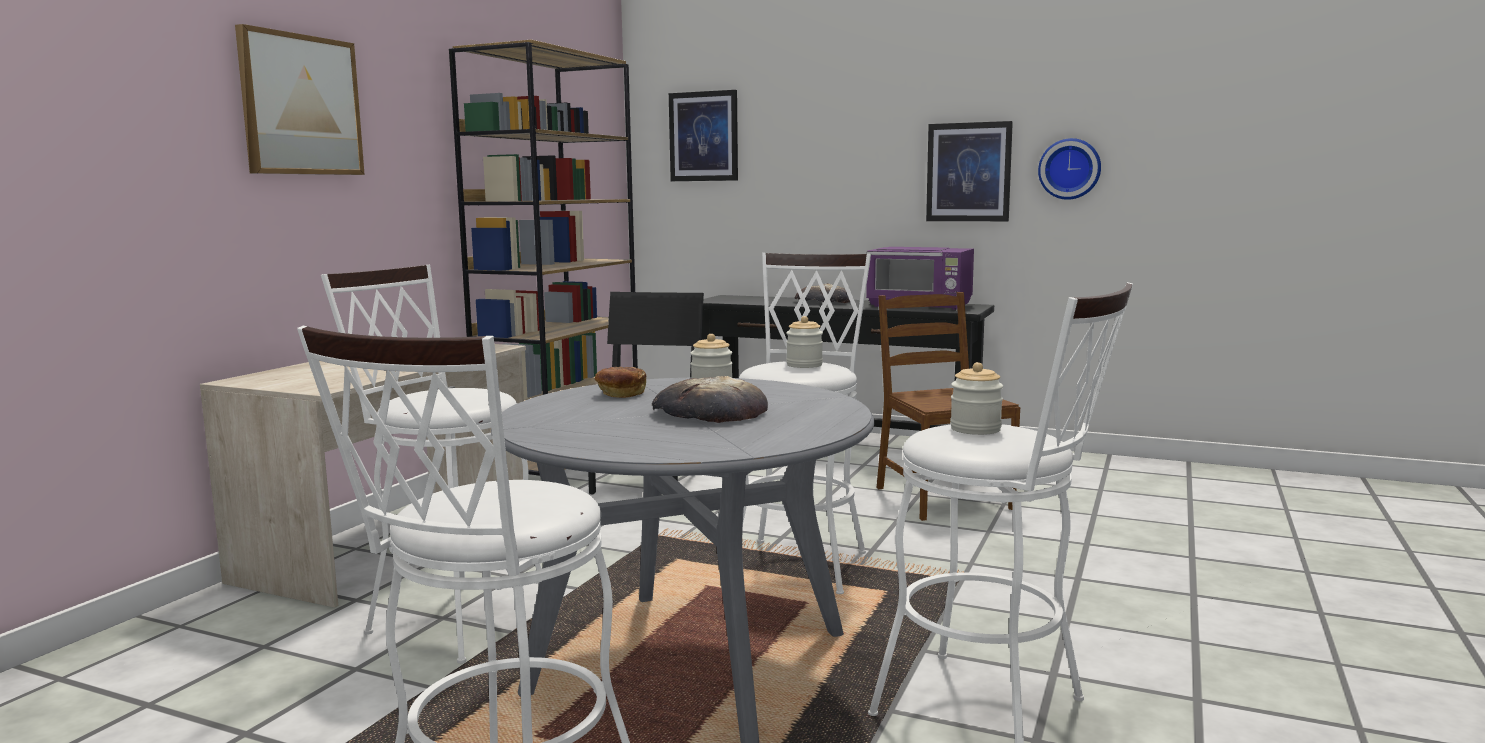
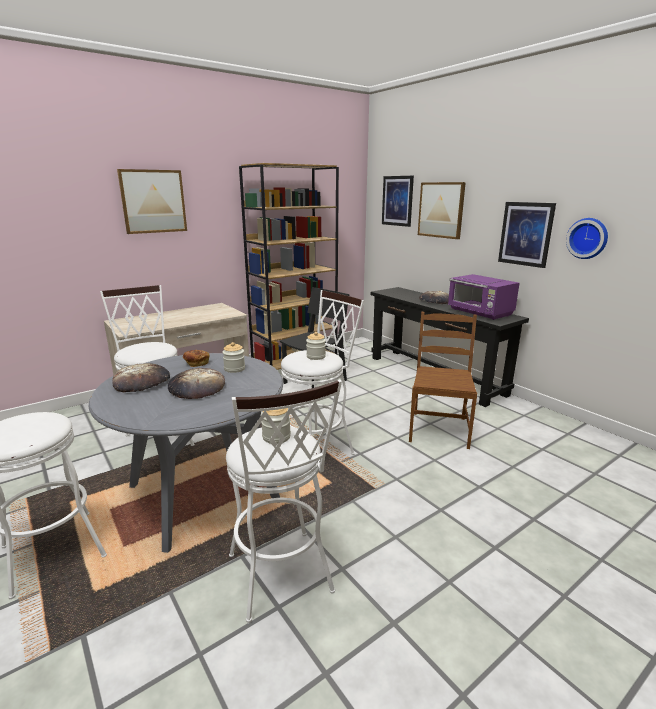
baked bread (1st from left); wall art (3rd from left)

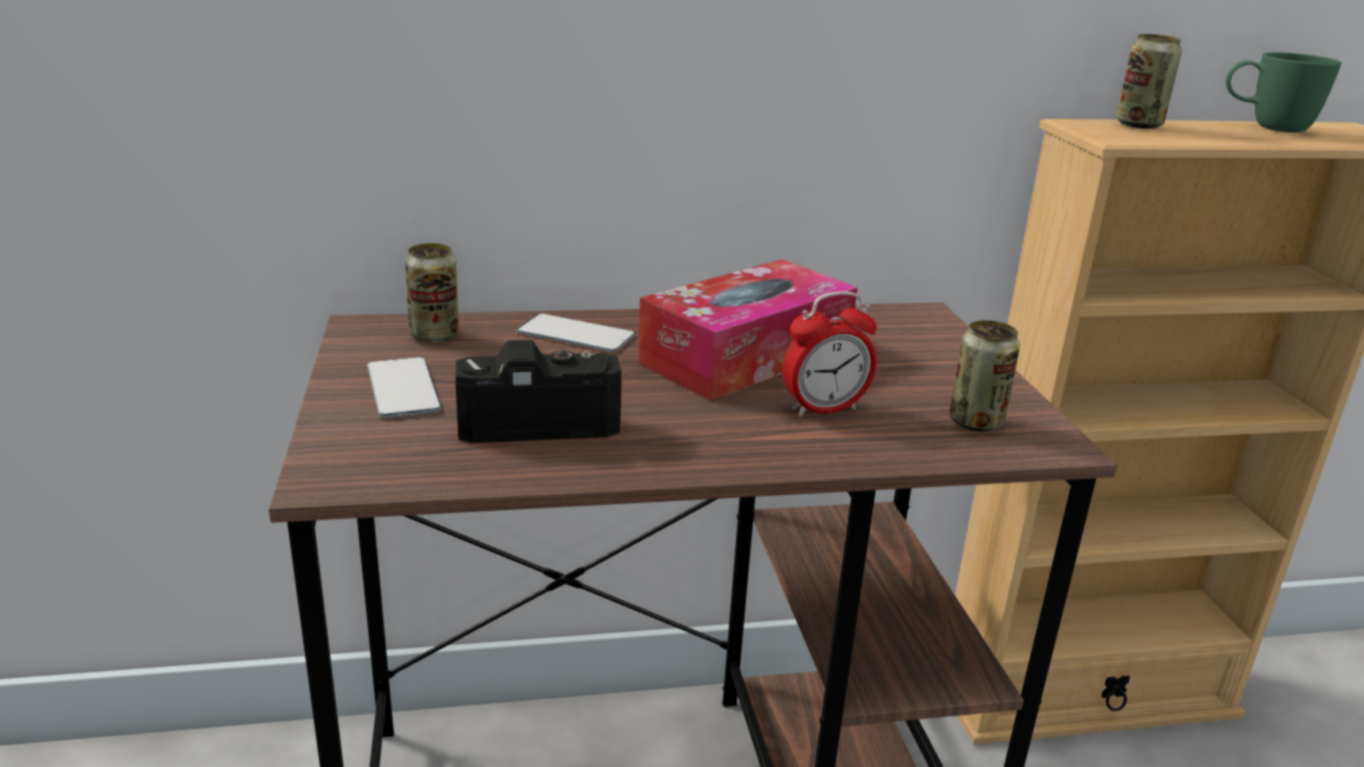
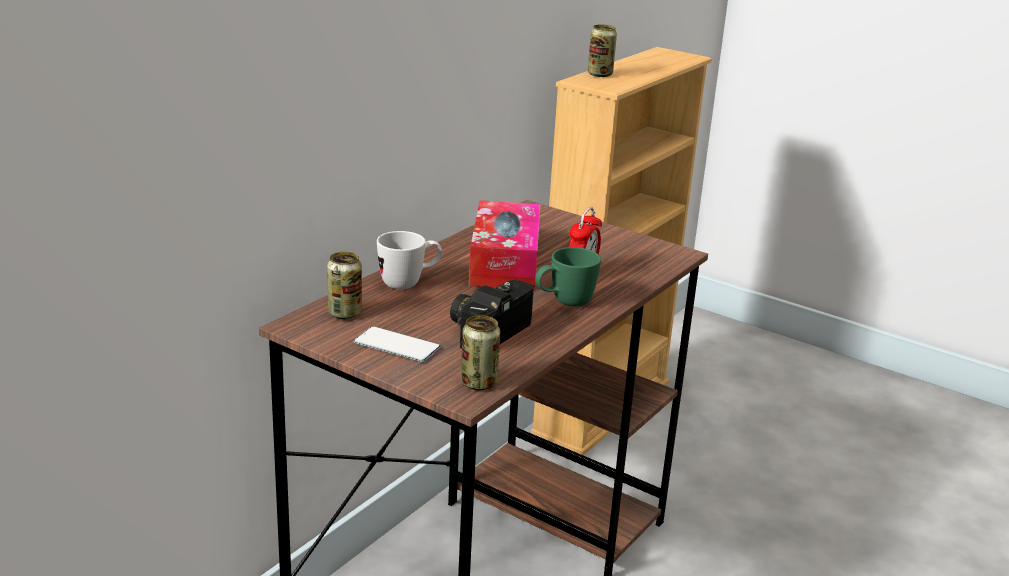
coffee mug (white); metal can (2nd from left); coffee mug (greenish)

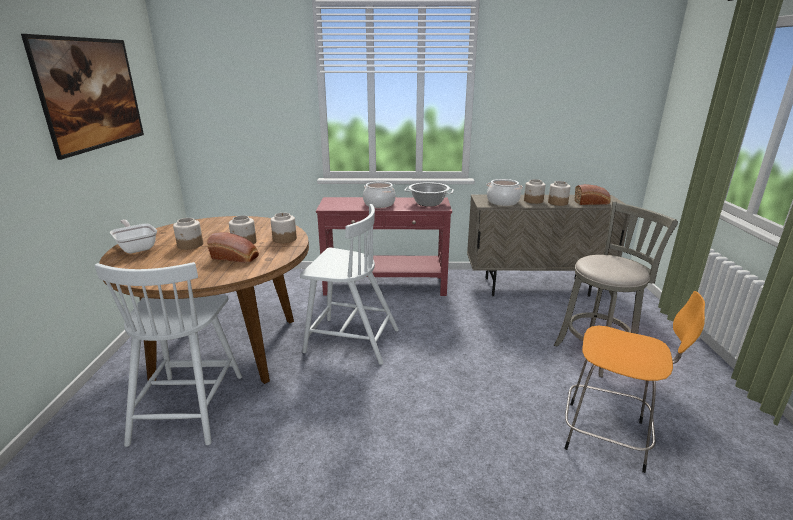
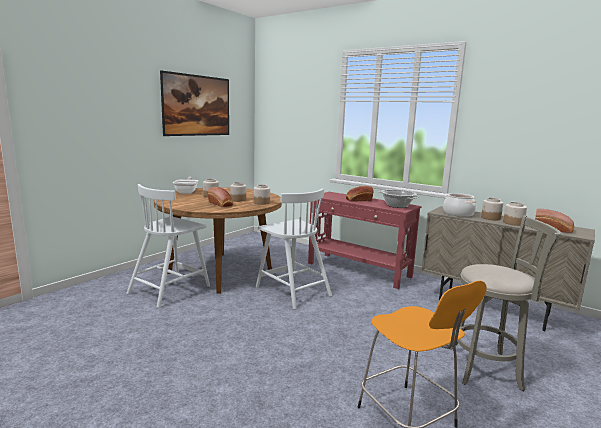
baked bread (2nd from left)

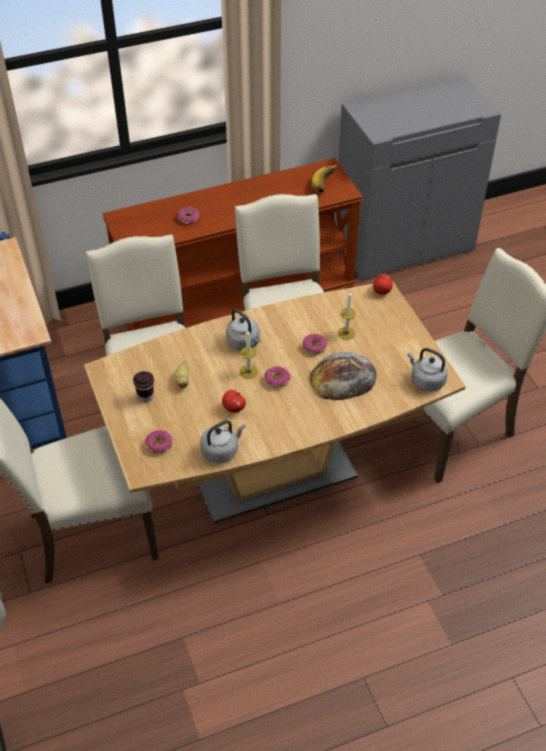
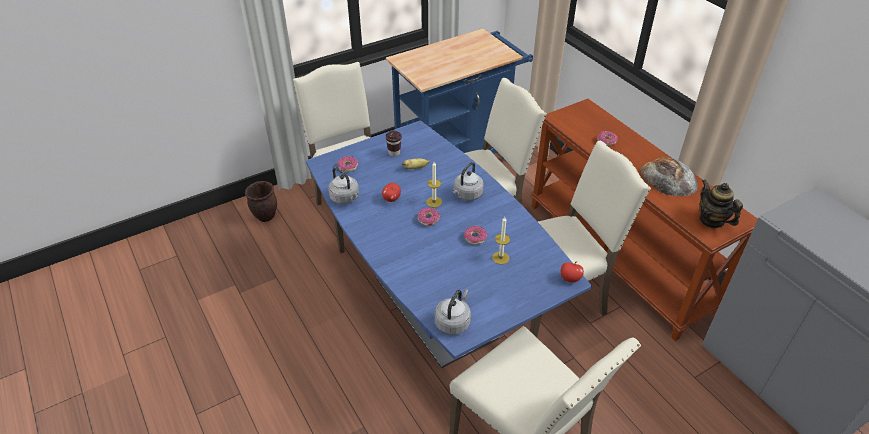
dinner table (blue); baked bread; tea pot; plant pot (brown-coloured)

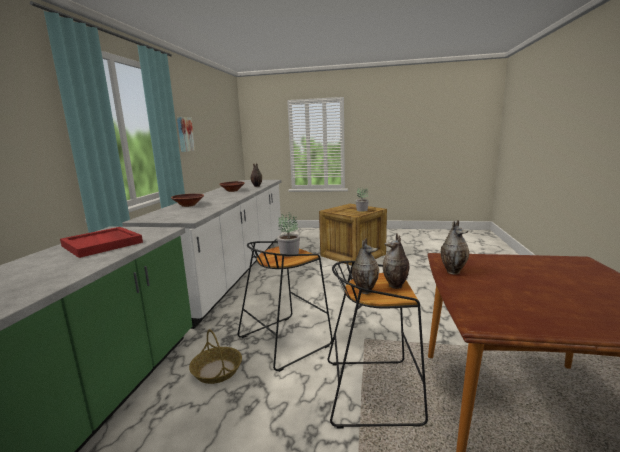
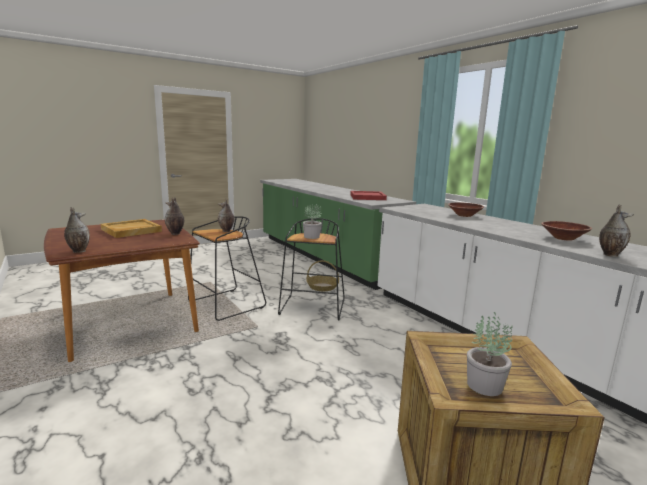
wall art; vase (1st from left); carrying tray (sand-coloured)

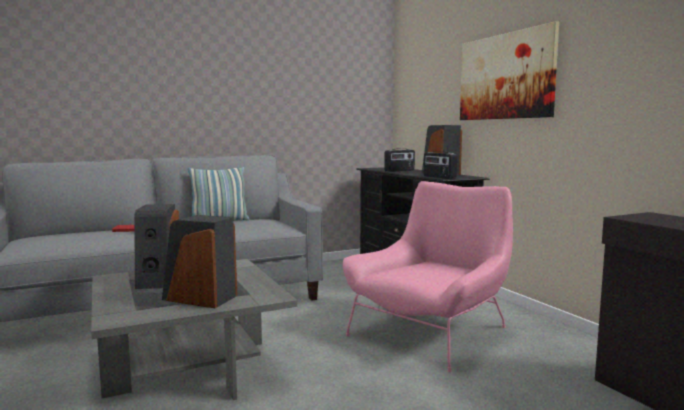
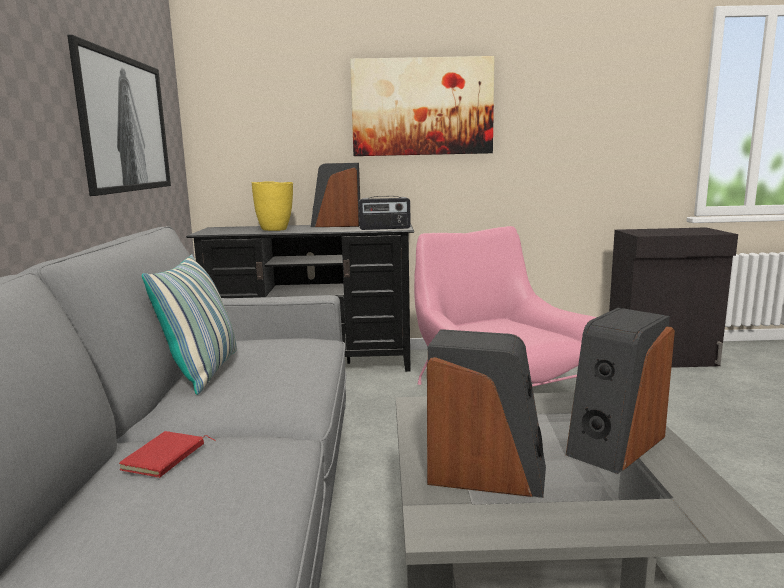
vase (yellow); wall art (1st from left)

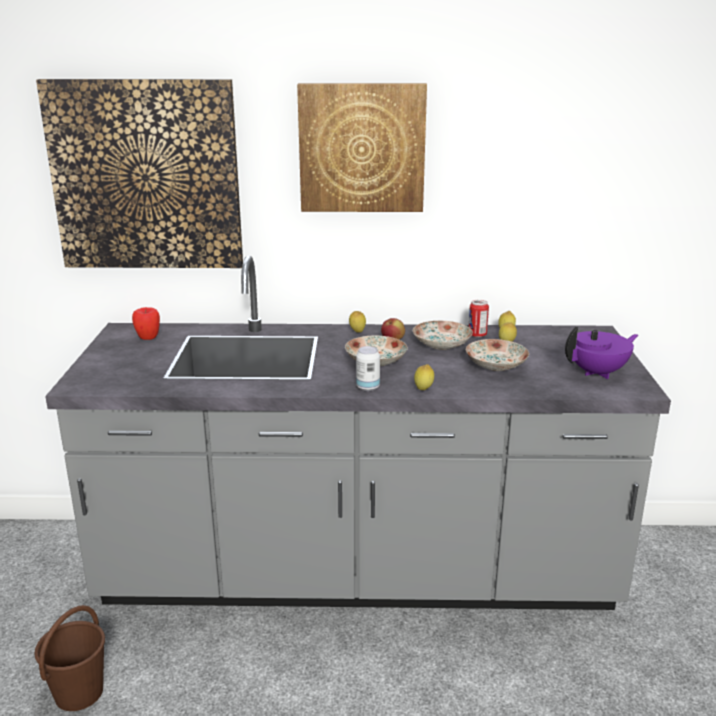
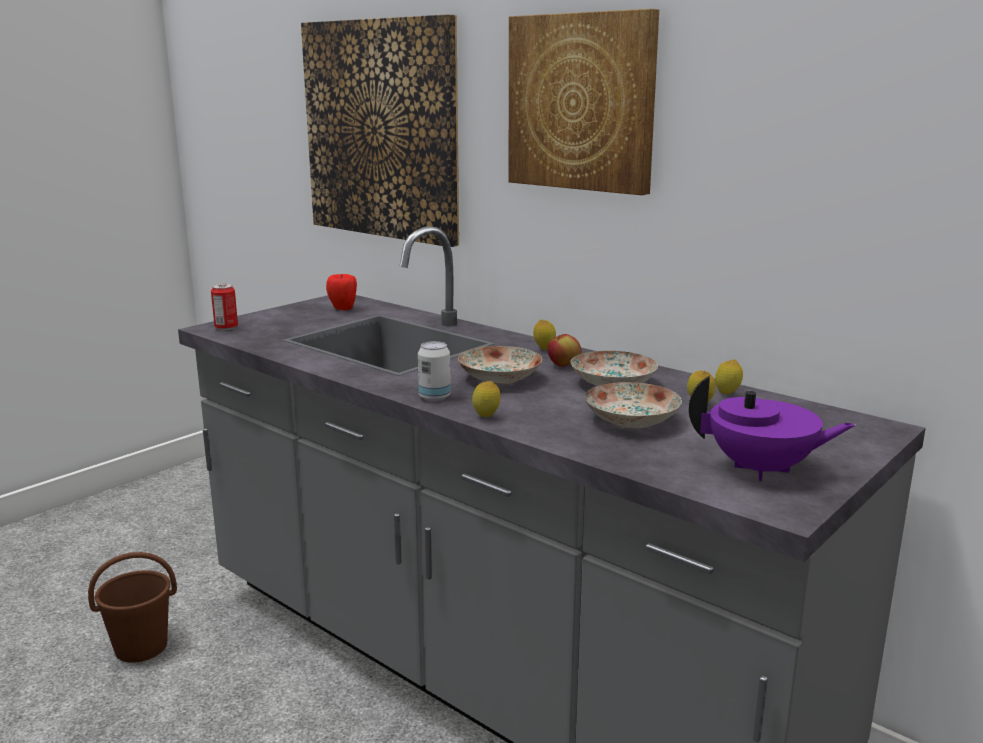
metal can (1st from left)

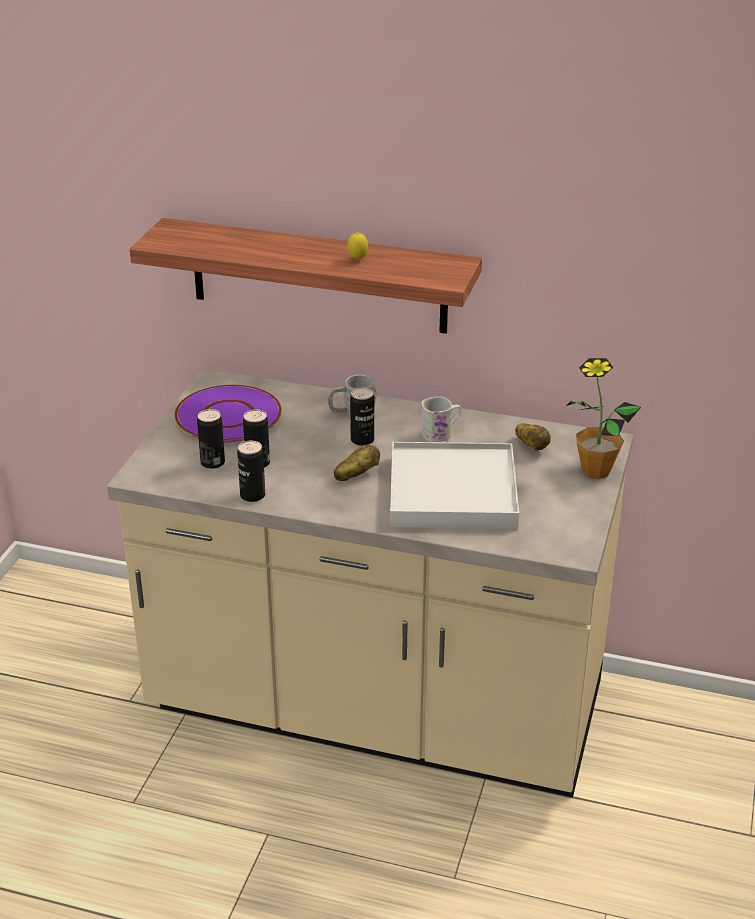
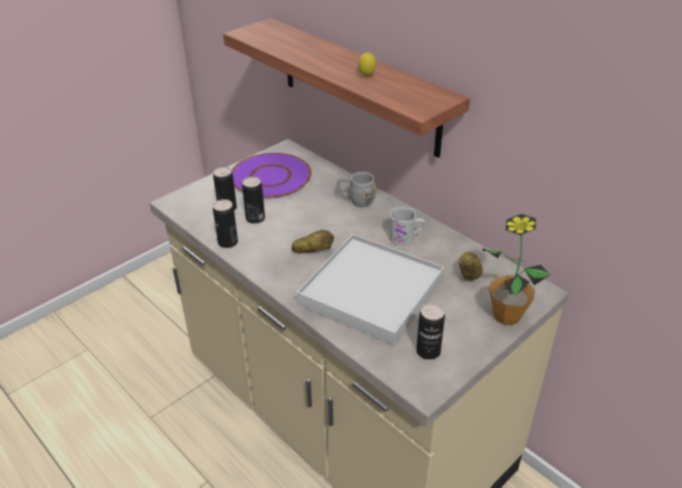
metal can (4th from left)

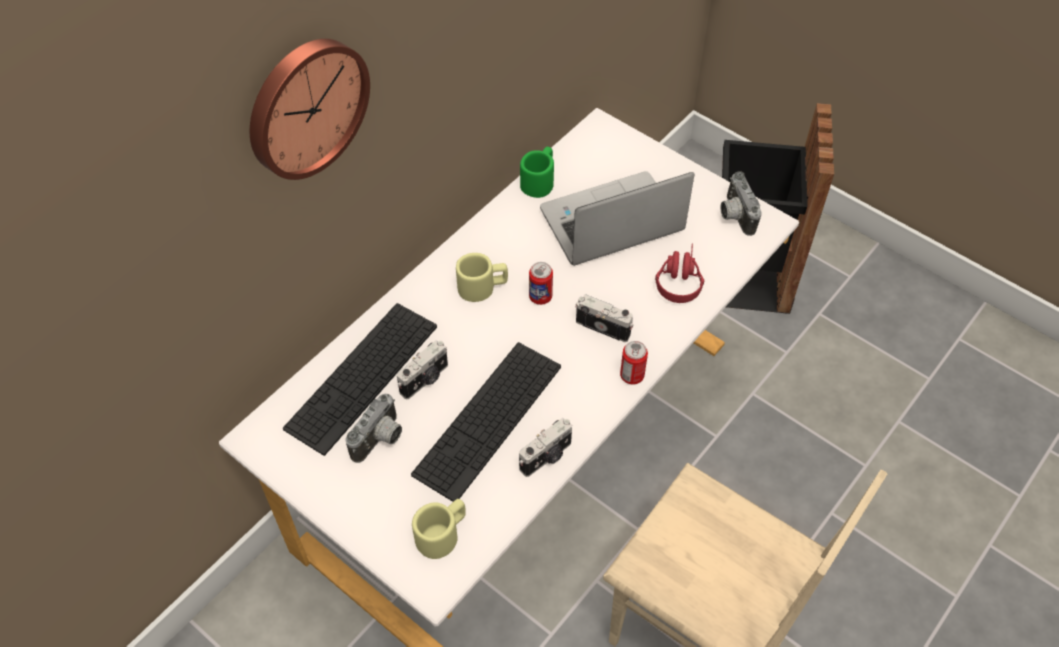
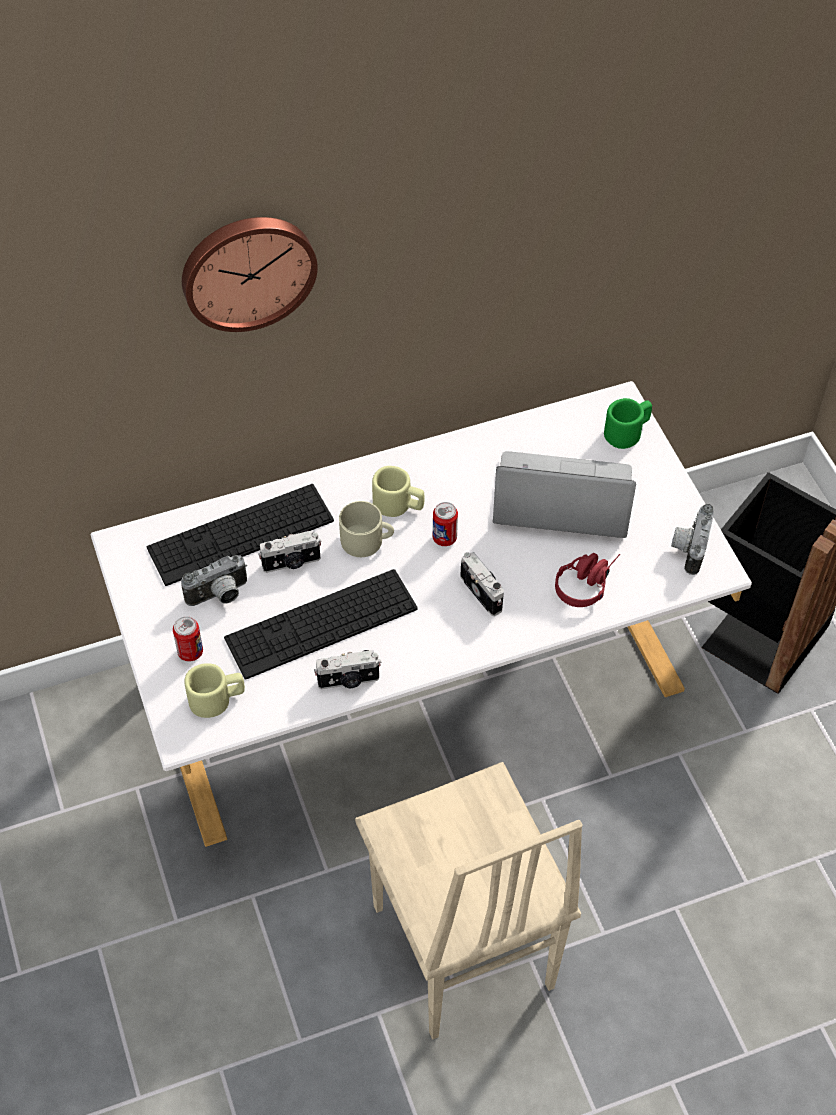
coffee mug (greenish); metal can (1st from left); coffee mug (sand-coloured) (2nd from left)

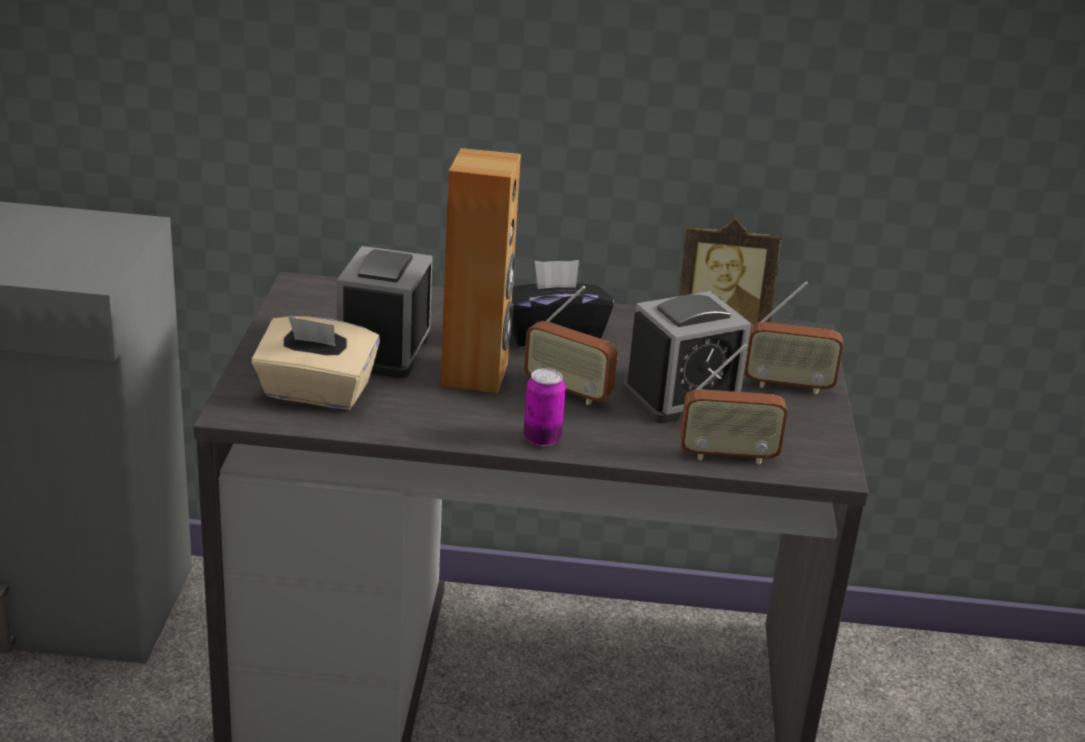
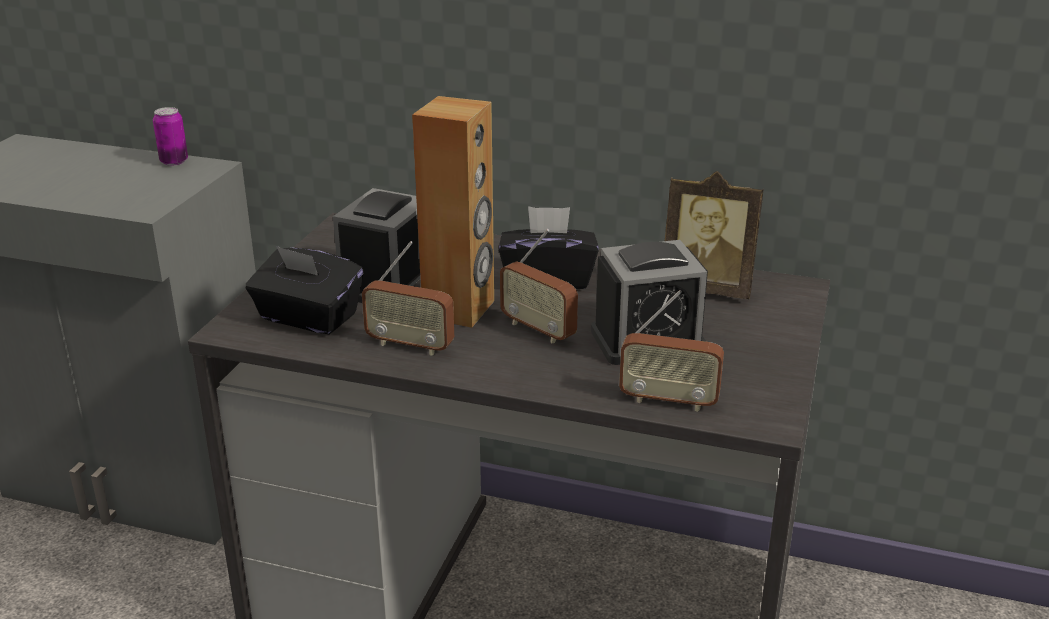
box of tissues (black) (1st from left); metal can; radio (1st from left)

